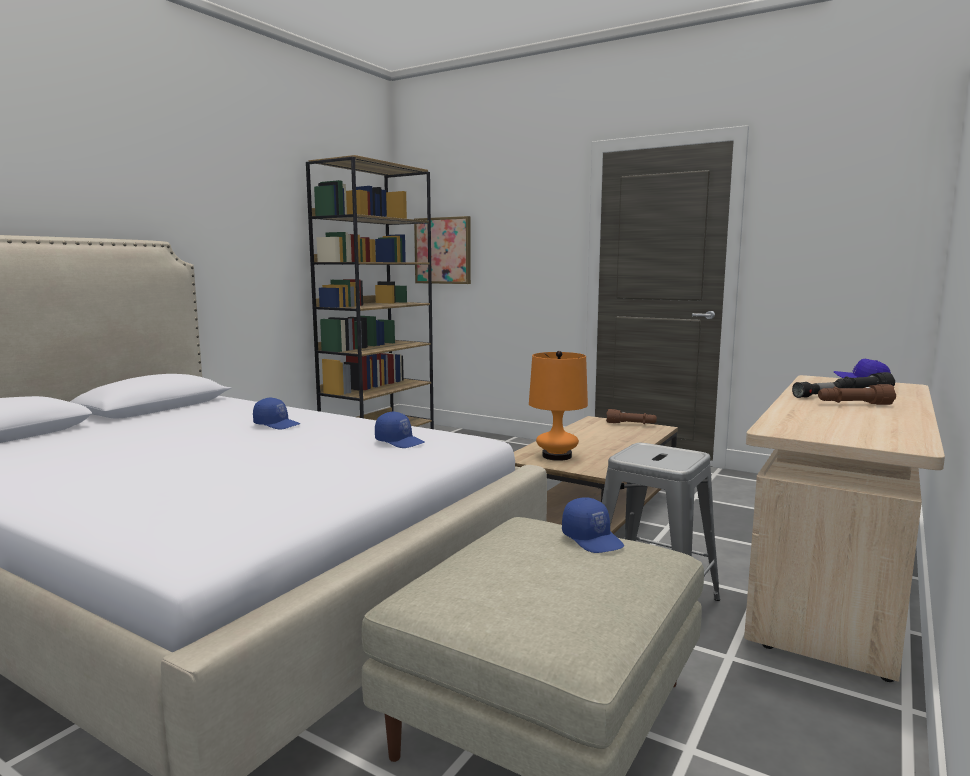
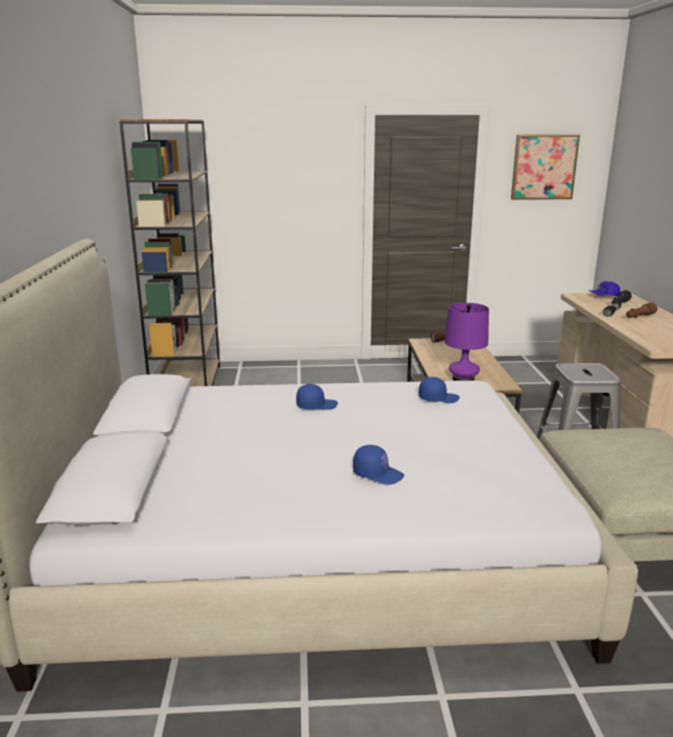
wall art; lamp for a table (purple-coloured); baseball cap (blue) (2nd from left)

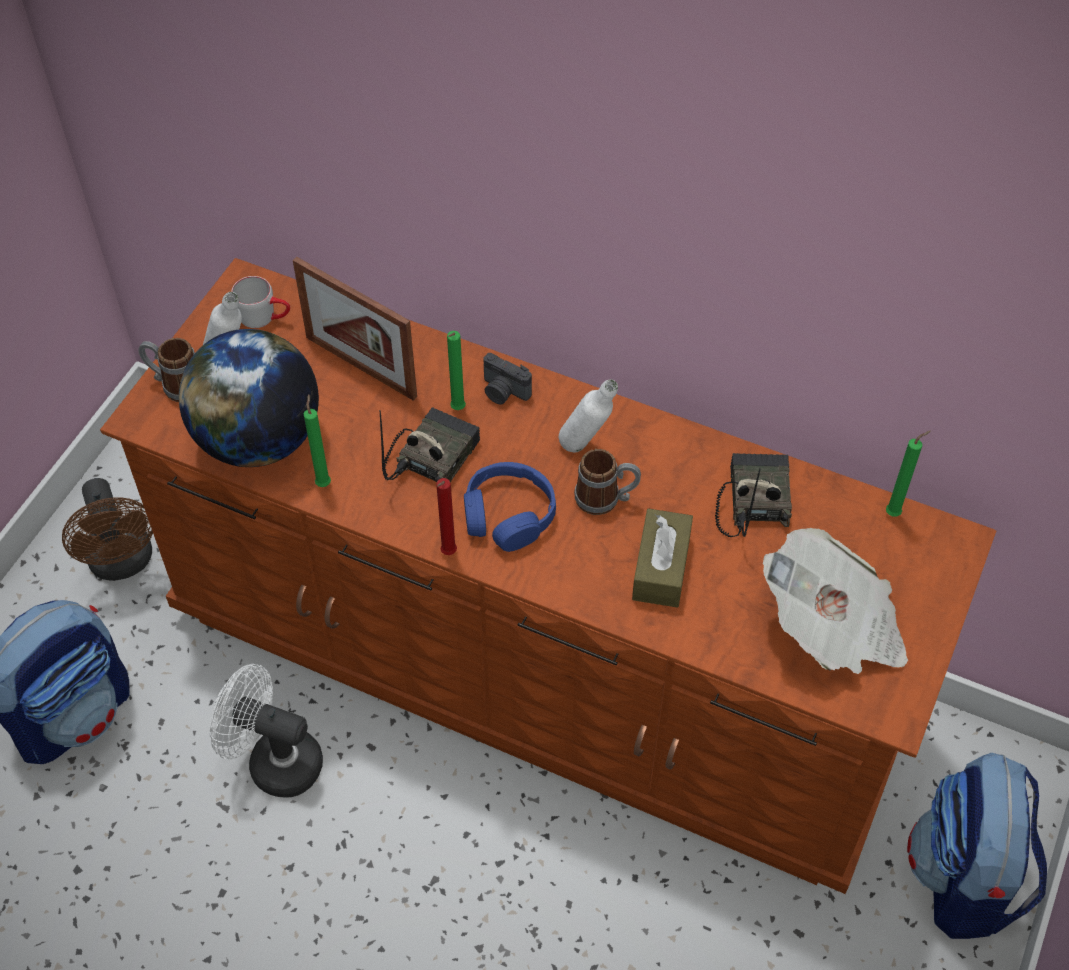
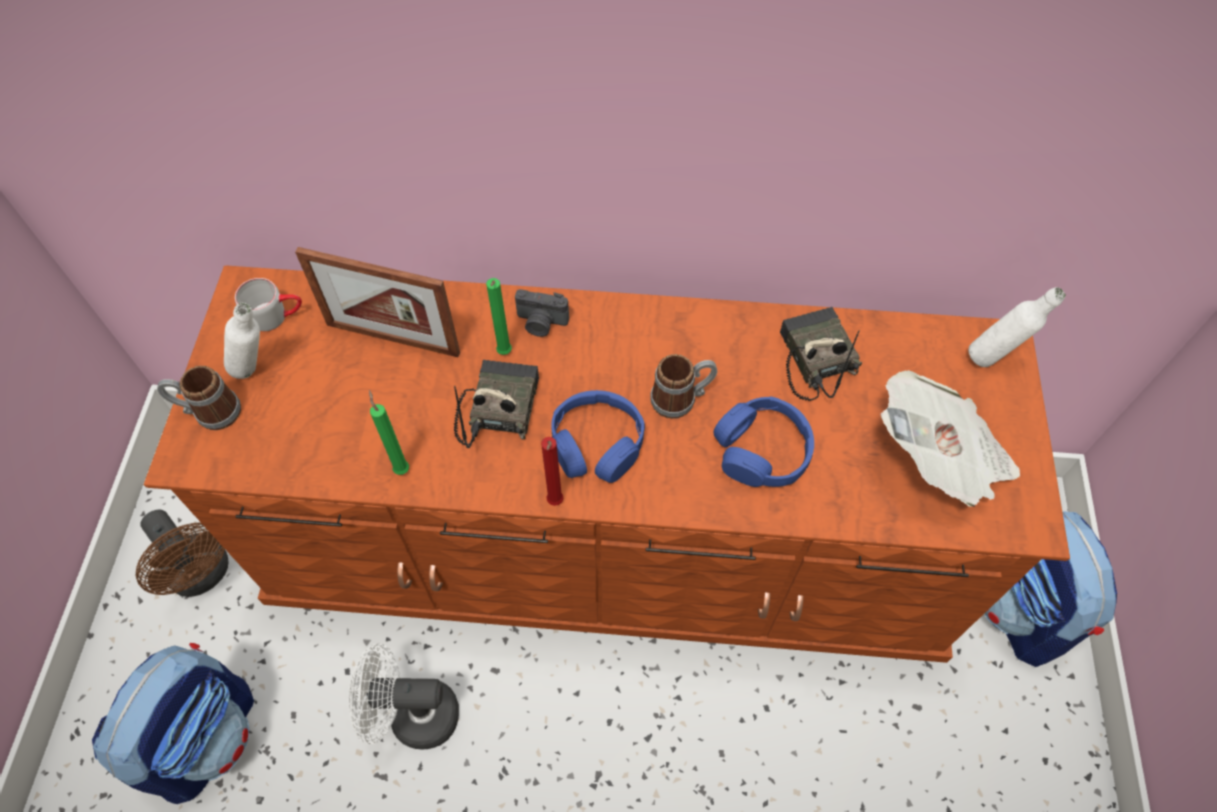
globe; bottle (white) (2nd from left); headset (blue) (2nd from left); wax candle (greenish) (3rd from left in the first image)

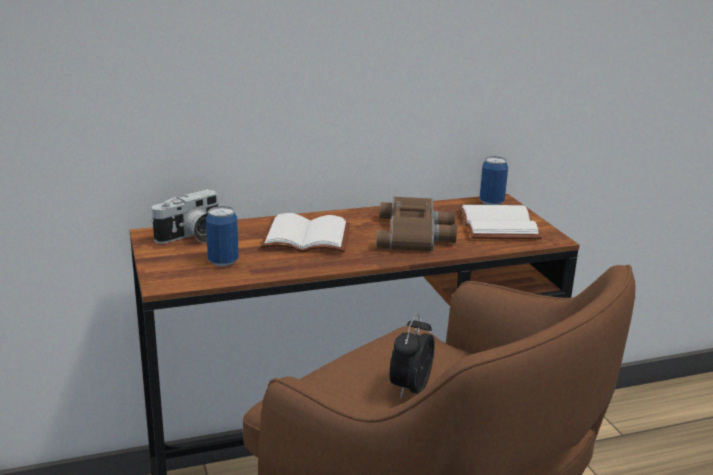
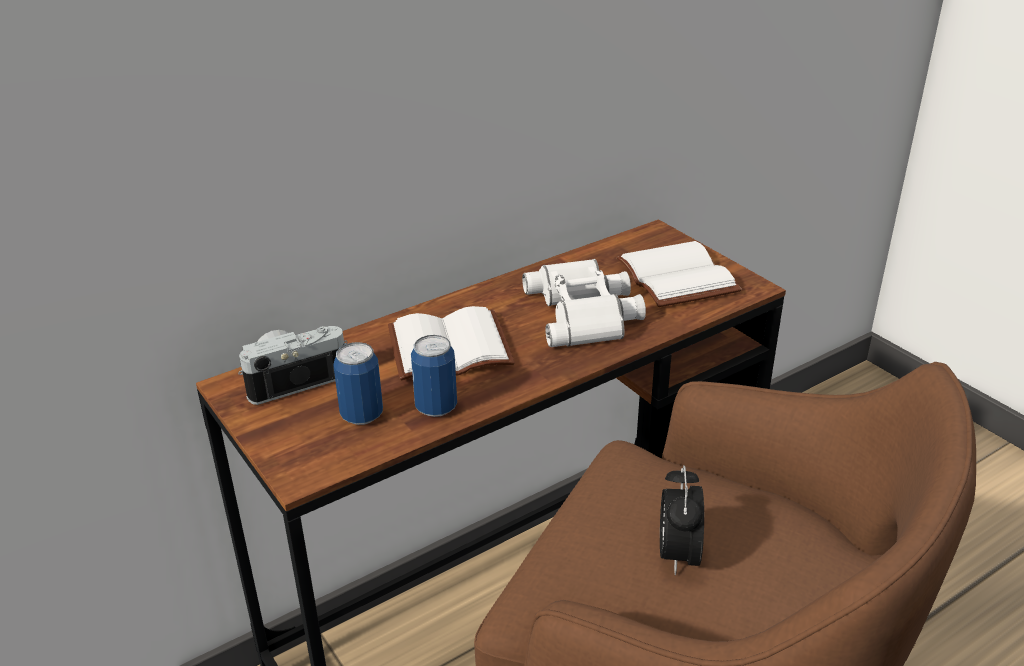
photo camera; field glasses (white); metal can (2nd from left)

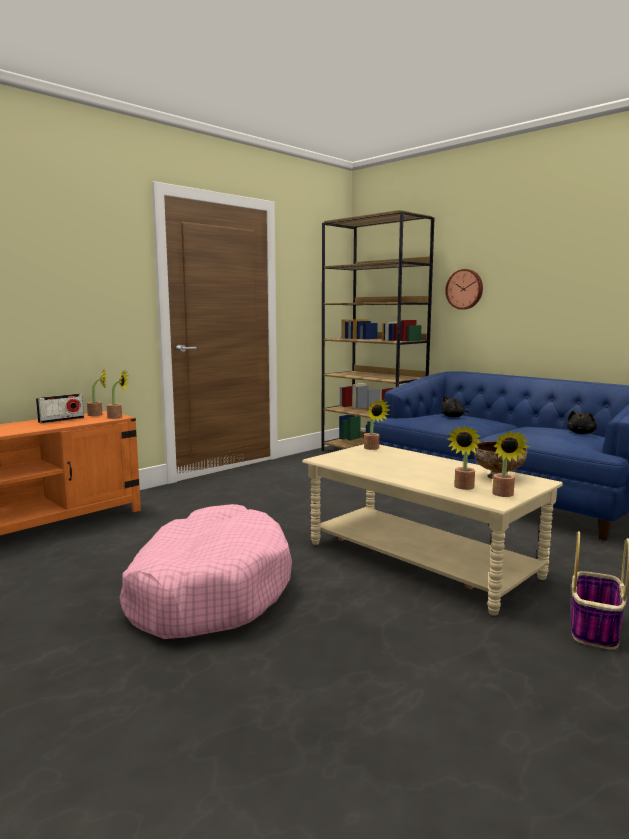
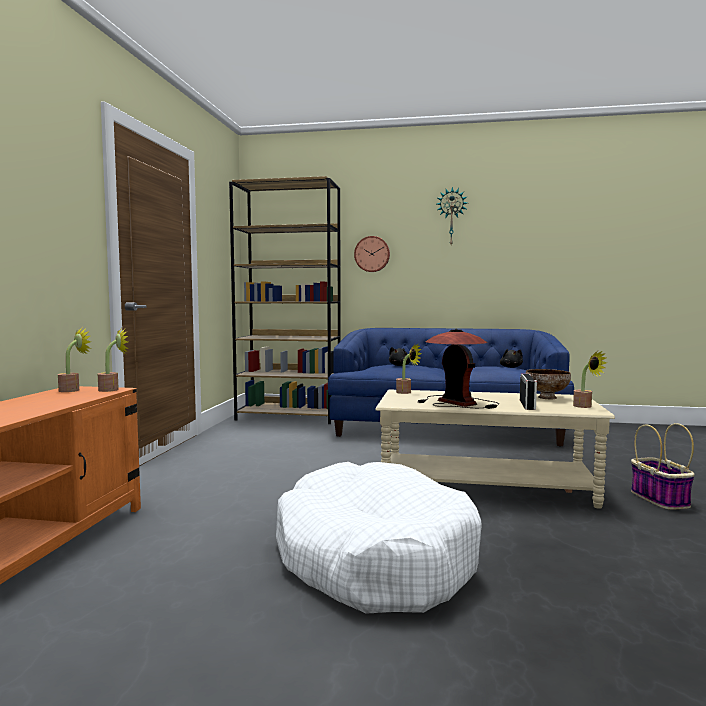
radio; dog cushion (white); houseplant (4th from left in the first image); lamp for a table; wall clock (2nd from left)

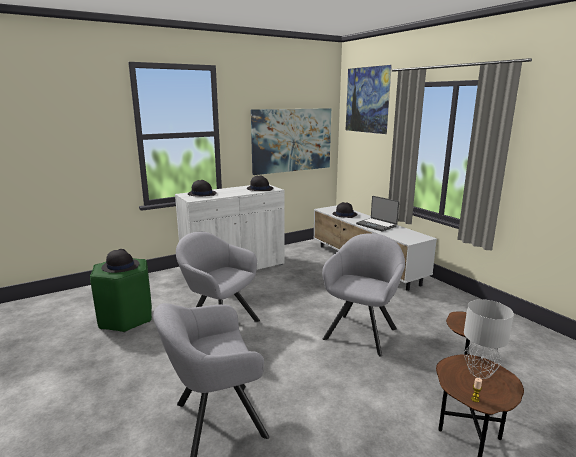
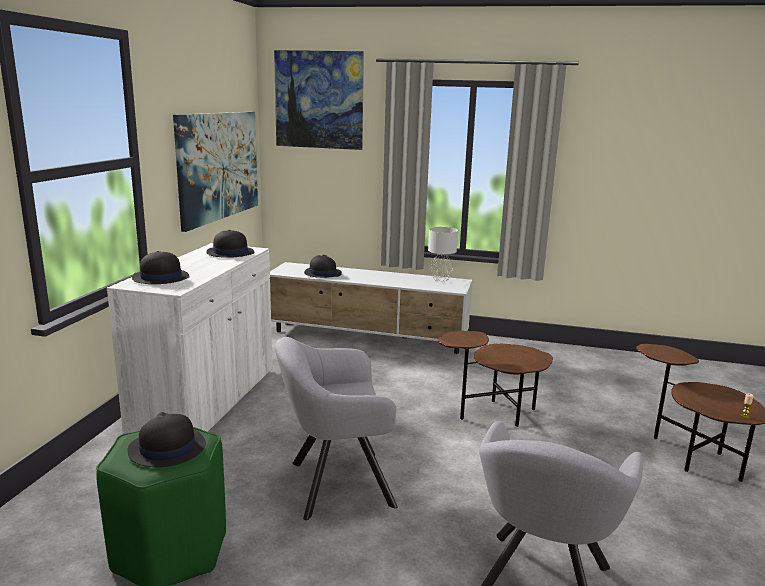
end table (brown-coloured) (1st from left); notebook computer; lamp for a table (gray)

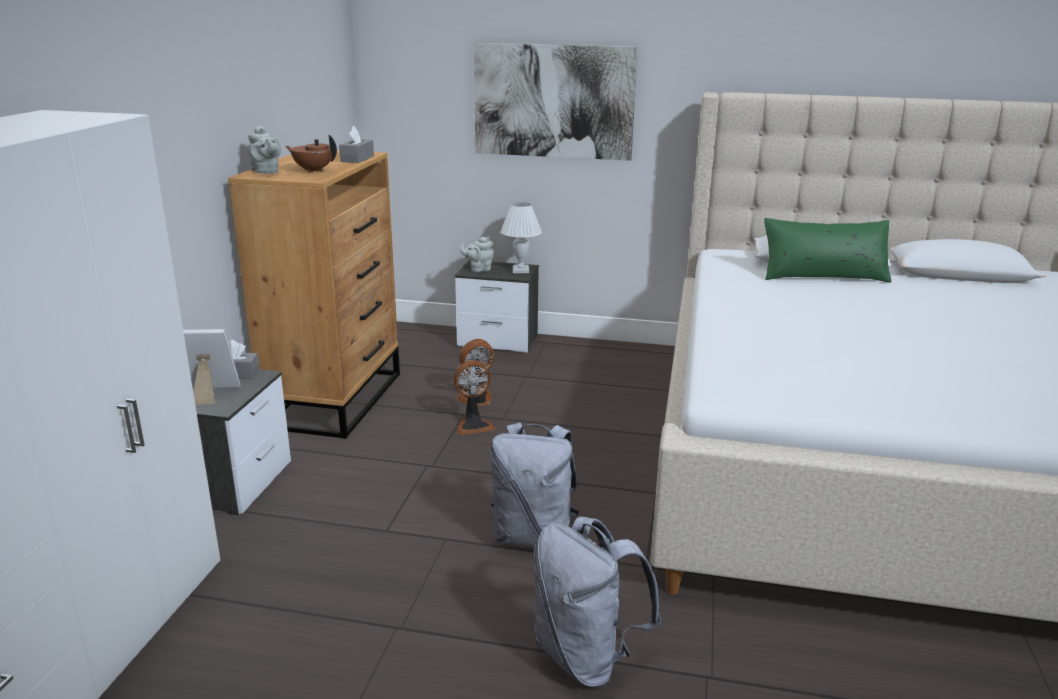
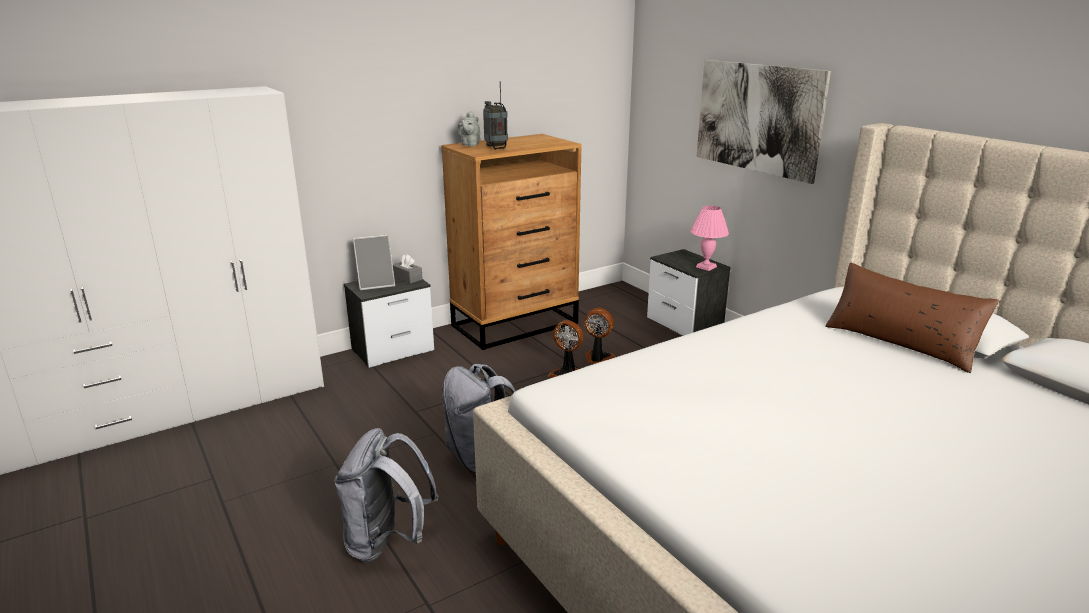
photo frame; radio; box of tissues (gray) (2nd from left in the first image); tea pot (gray) (2nd from left in the first image); lamp for a table (pink); pillow (brown-coloured)

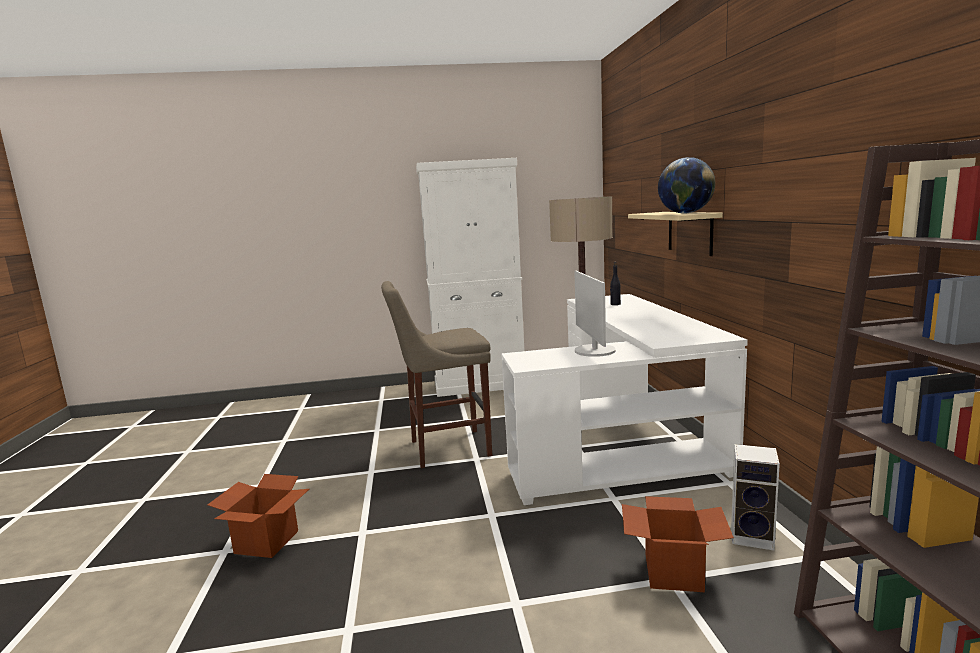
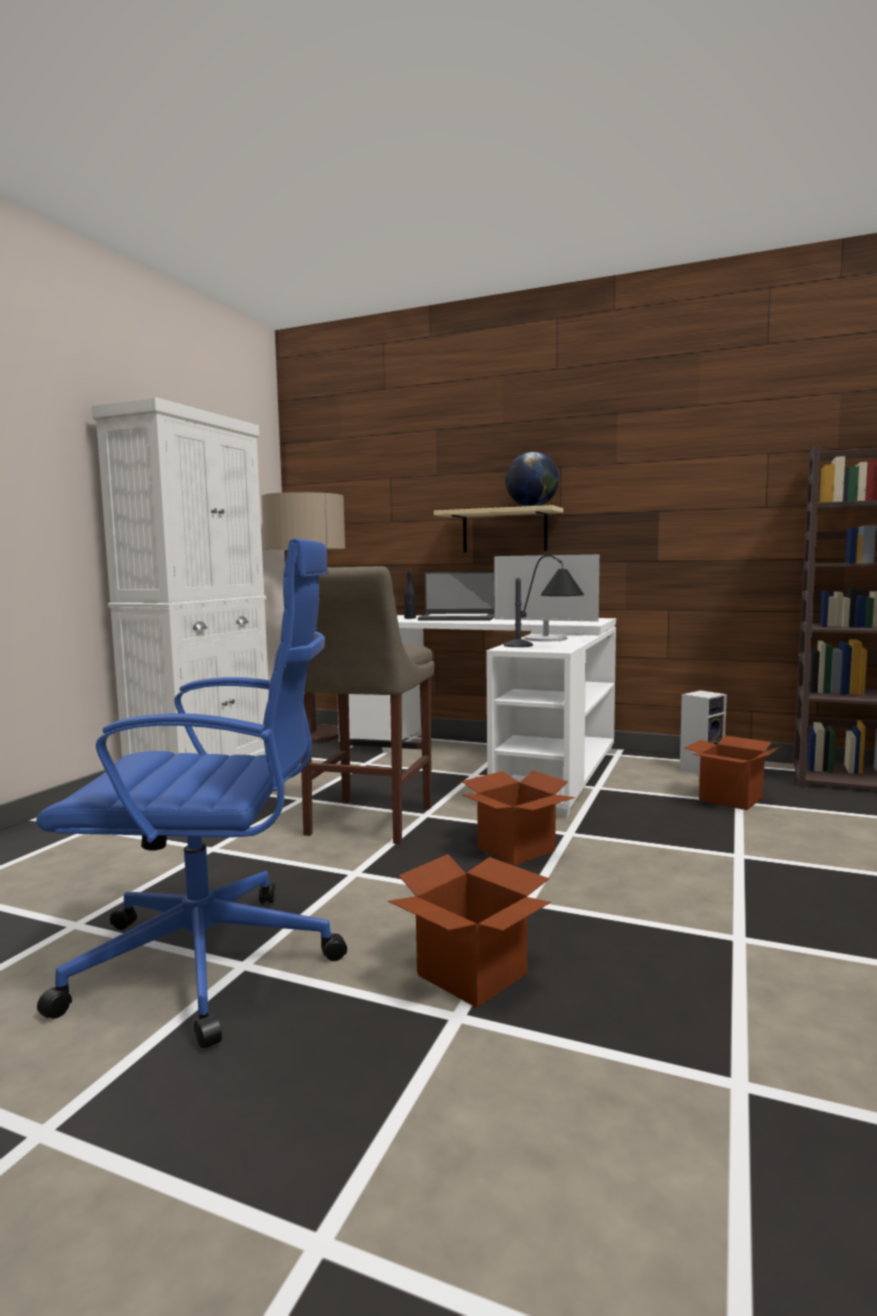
office chair (blue); notebook computer; cardboard box (2nd from left); lamp for a table

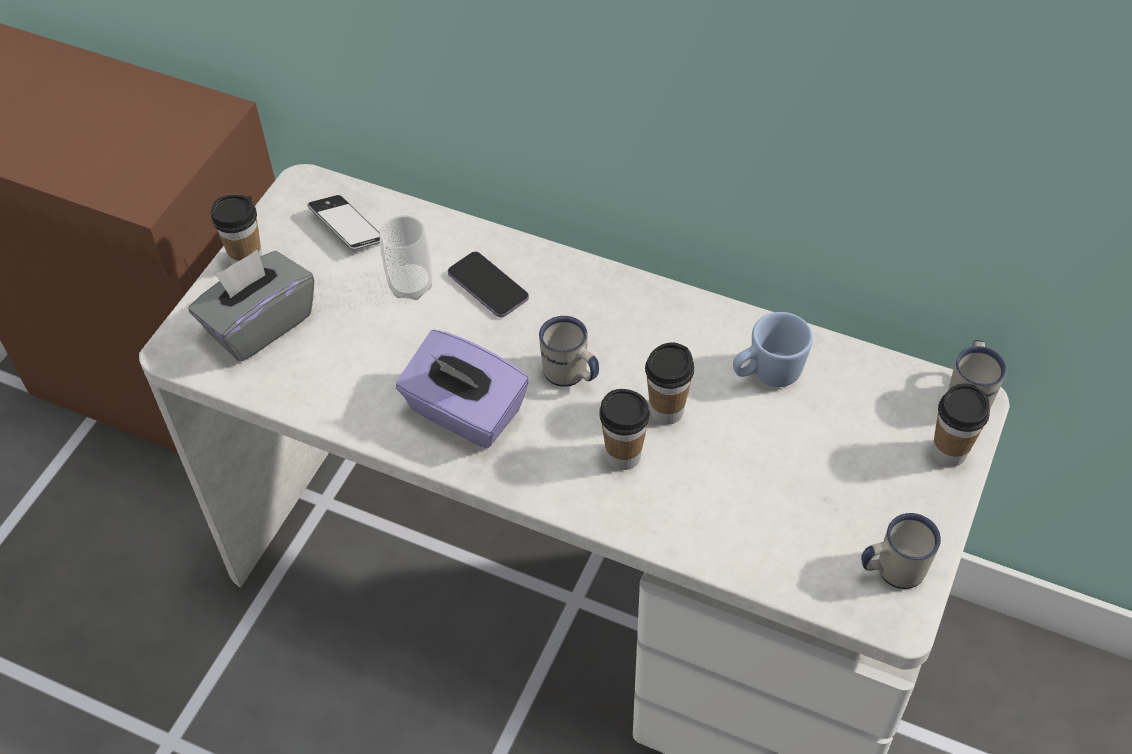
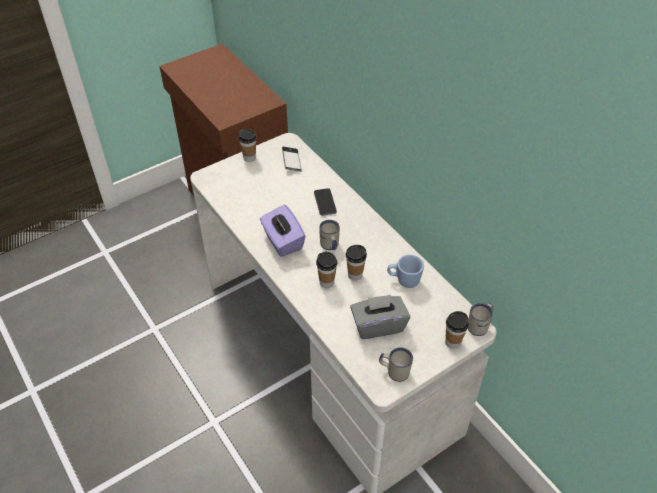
box of tissues (gray); cup (2nd from left in the first image)

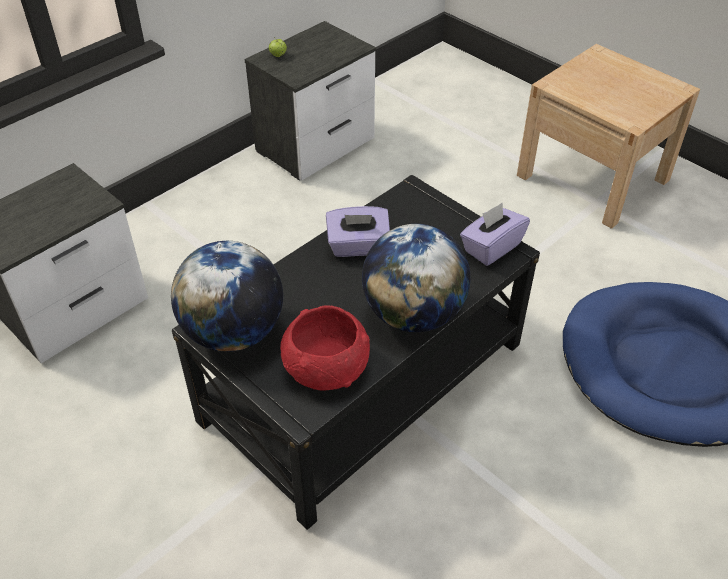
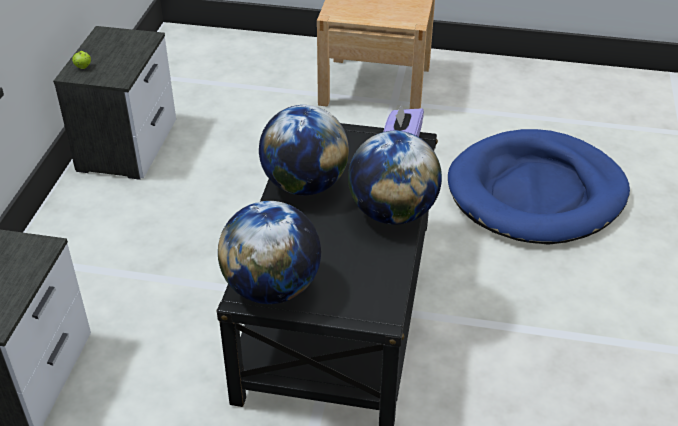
bowl (red-coloured); globe (2nd from left)

